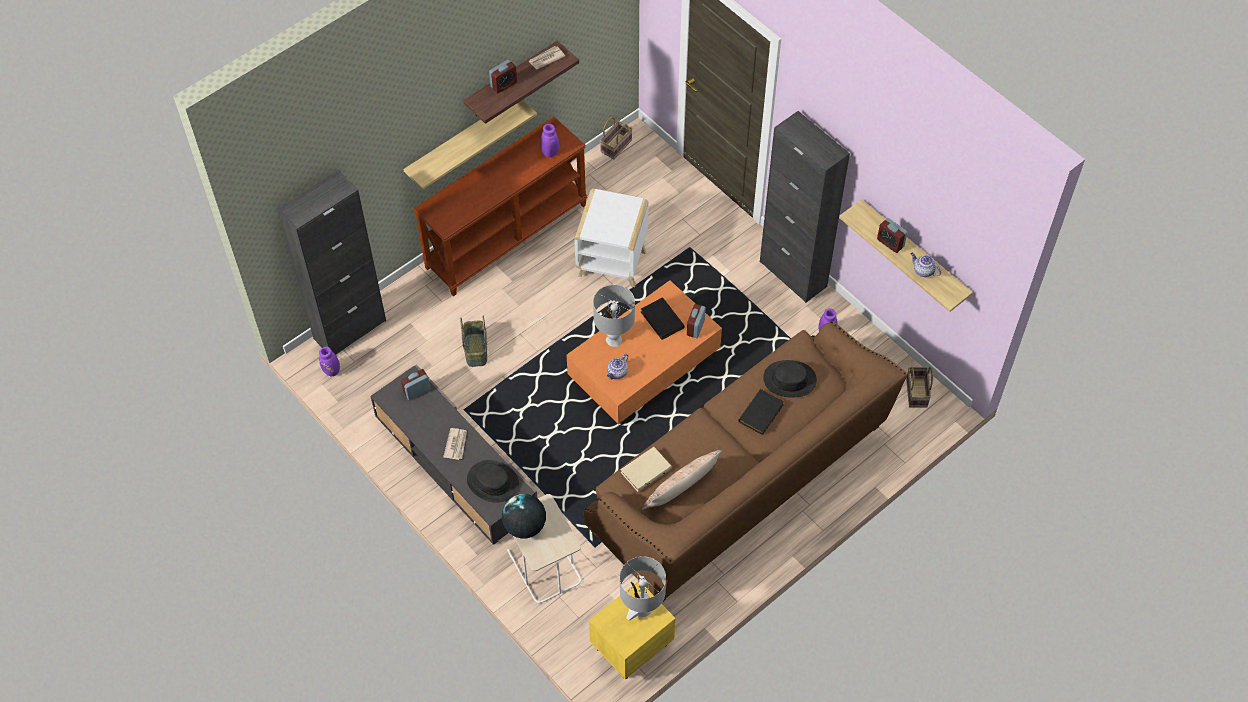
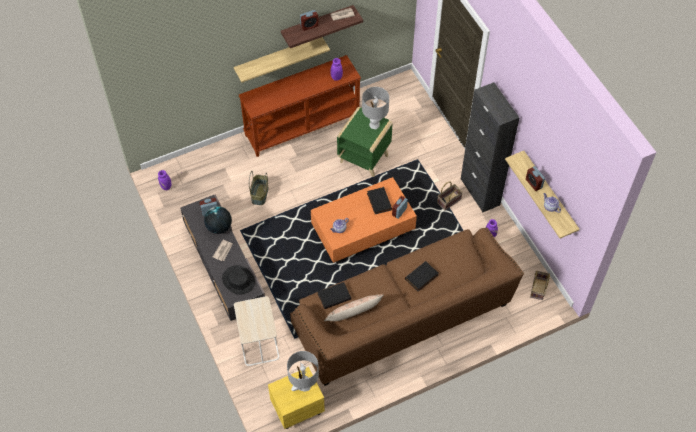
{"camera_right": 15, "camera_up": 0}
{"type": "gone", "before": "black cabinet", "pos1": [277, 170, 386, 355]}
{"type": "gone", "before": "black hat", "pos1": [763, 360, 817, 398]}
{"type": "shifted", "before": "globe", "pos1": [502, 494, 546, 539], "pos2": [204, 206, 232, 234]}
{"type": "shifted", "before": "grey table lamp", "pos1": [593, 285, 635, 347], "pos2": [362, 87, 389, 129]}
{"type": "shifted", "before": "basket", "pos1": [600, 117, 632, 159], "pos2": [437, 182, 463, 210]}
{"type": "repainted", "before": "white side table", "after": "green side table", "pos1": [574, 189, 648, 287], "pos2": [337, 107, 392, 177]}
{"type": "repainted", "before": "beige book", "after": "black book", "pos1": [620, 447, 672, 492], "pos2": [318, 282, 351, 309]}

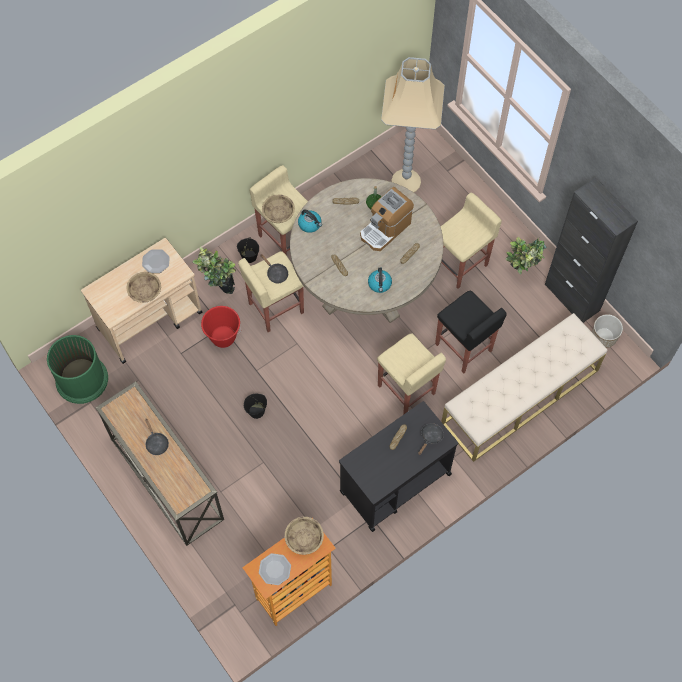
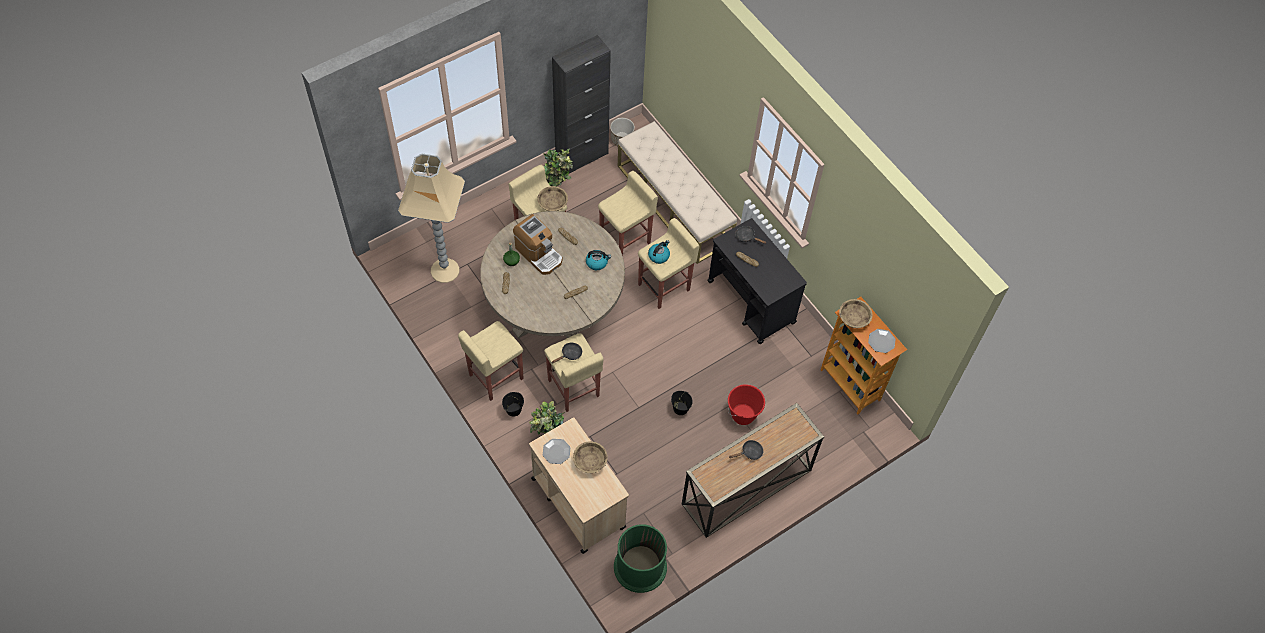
{"camera_right": -90, "camera_up": -5}
{"type": "shifted", "before": "red bucket", "pos1": [201, 306, 241, 348], "pos2": [728, 384, 765, 425]}
{"type": "shifted", "before": "beige bowl", "pos1": [262, 194, 295, 223], "pos2": [538, 186, 568, 211]}
{"type": "shifted", "before": "kettle", "pos1": [298, 210, 322, 233], "pos2": [648, 240, 670, 264]}
{"type": "repainted", "before": "black stool", "after": "beige stool", "pos1": [435, 291, 507, 374], "pos2": [598, 171, 658, 256]}

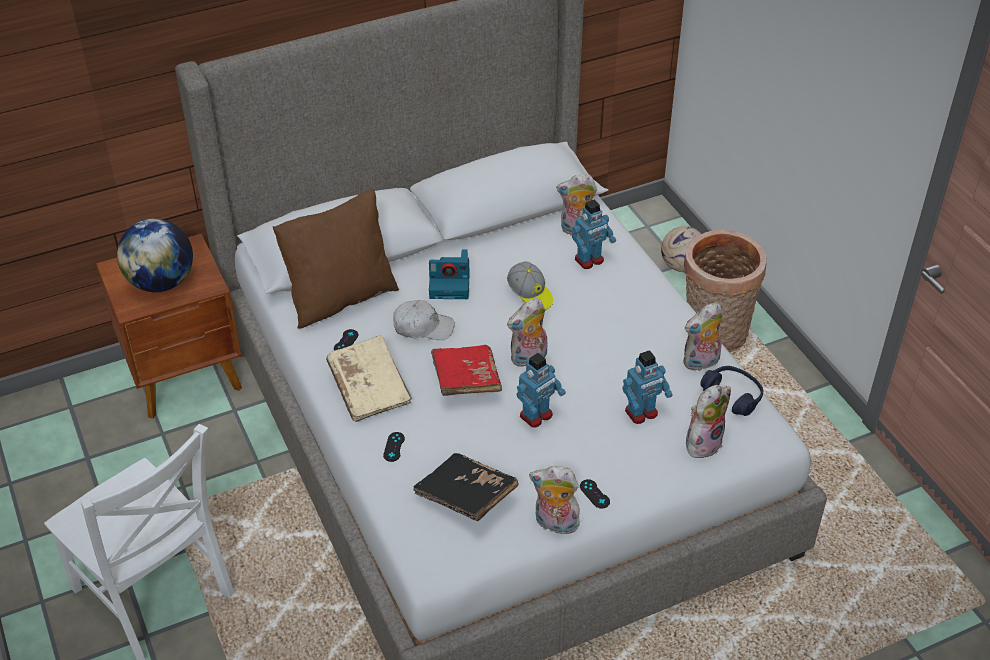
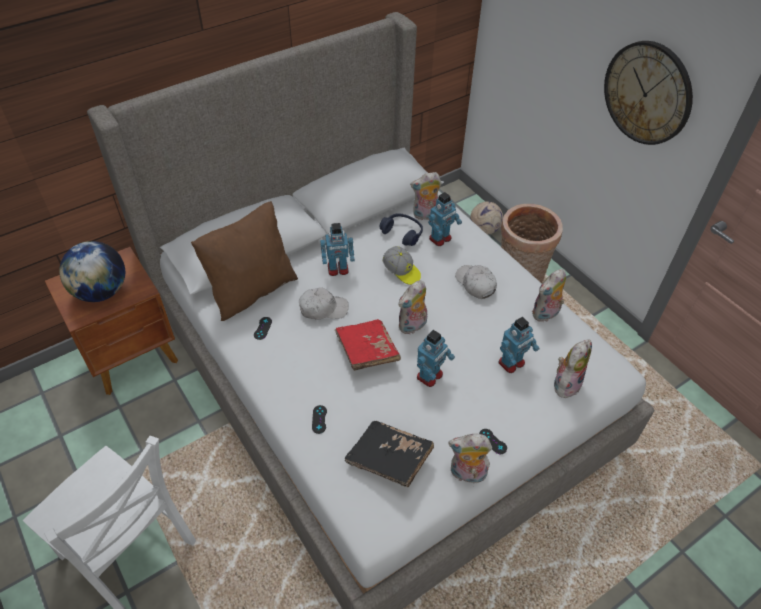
{"camera_right": -10, "camera_up": 5}
{"type": "gone", "before": "beige book", "pos1": [326, 335, 412, 422]}
{"type": "new", "after": "white cap", "pos2": [455, 265, 497, 299]}
{"type": "new", "after": "wall clock", "pos2": [604, 41, 693, 145]}
{"type": "shifted", "before": "blue headphones", "pos1": [700, 366, 763, 416], "pos2": [379, 213, 423, 246]}
{"type": "swapped", "before": "photo camera", "after": "toy robot", "pos1": [429, 250, 470, 299], "pos2": [321, 223, 355, 276]}

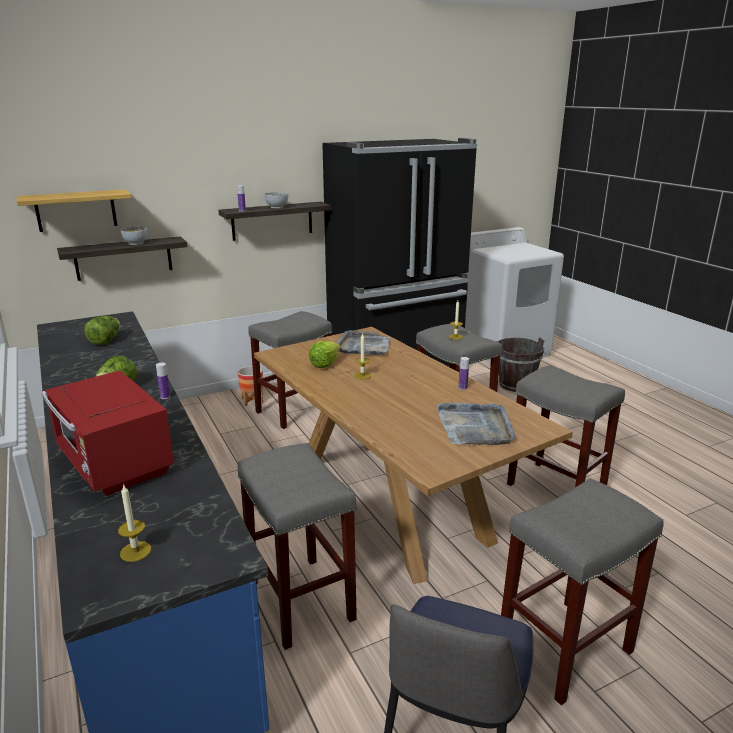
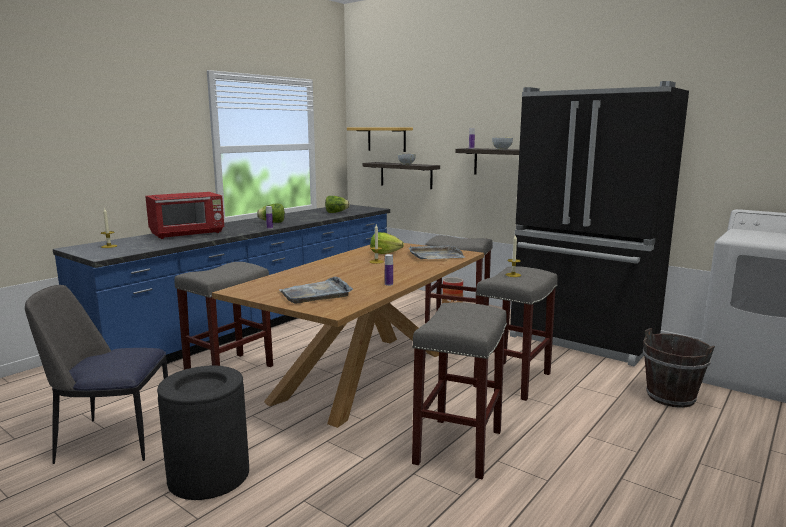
{"camera_right": 65, "camera_up": -10}
{"type": "swapped", "before": "grey stool", "after": "black trash can", "pos1": [501, 478, 663, 705], "pos2": [157, 365, 249, 500]}
{"type": "rotated", "before": "red microwave", "pos1": [42, 370, 174, 496], "pos2": [145, 192, 224, 239], "turn": -150}

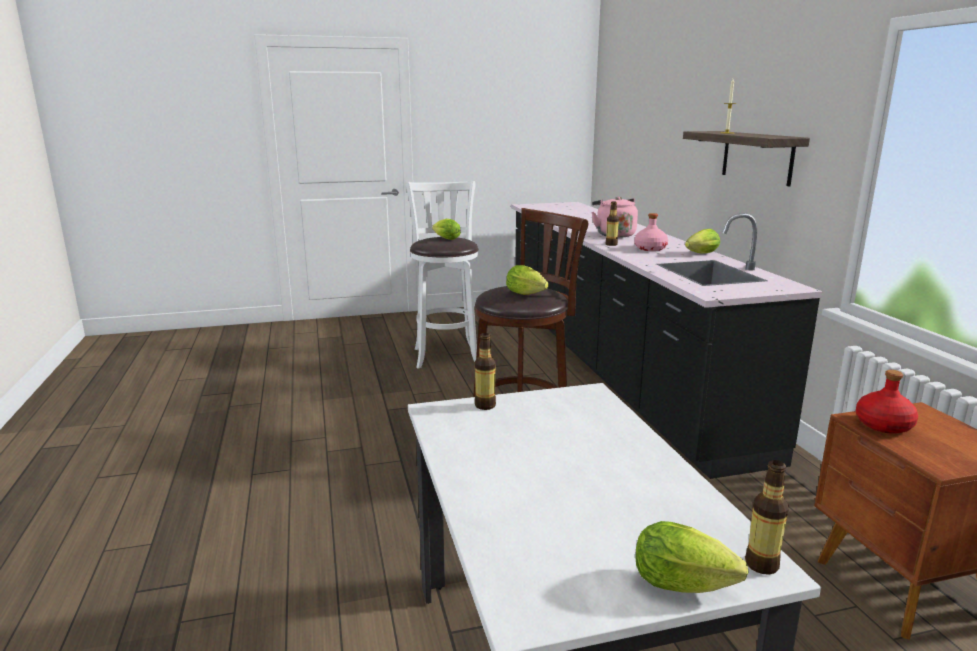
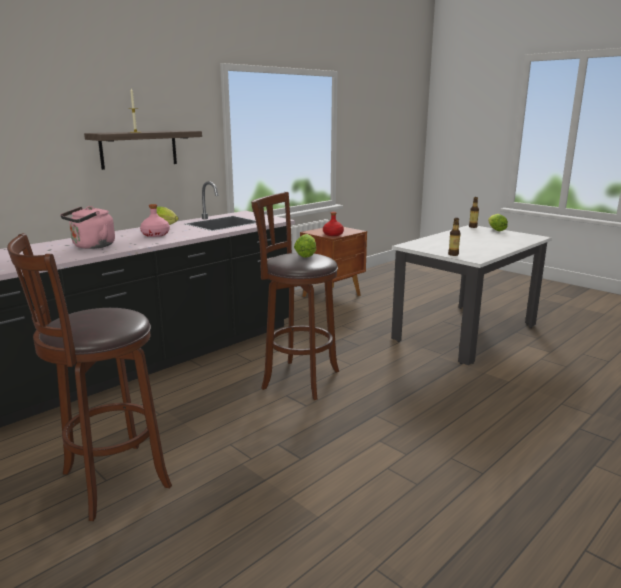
{"camera_right": -120, "camera_up": 0}
{"type": "gone", "before": "lettuce", "pos1": [432, 219, 461, 240]}
{"type": "gone", "before": "bottle", "pos1": [605, 201, 619, 246]}
{"type": "repainted", "before": "white stool", "after": "brown stool", "pos1": [406, 181, 478, 369], "pos2": [7, 233, 172, 521]}

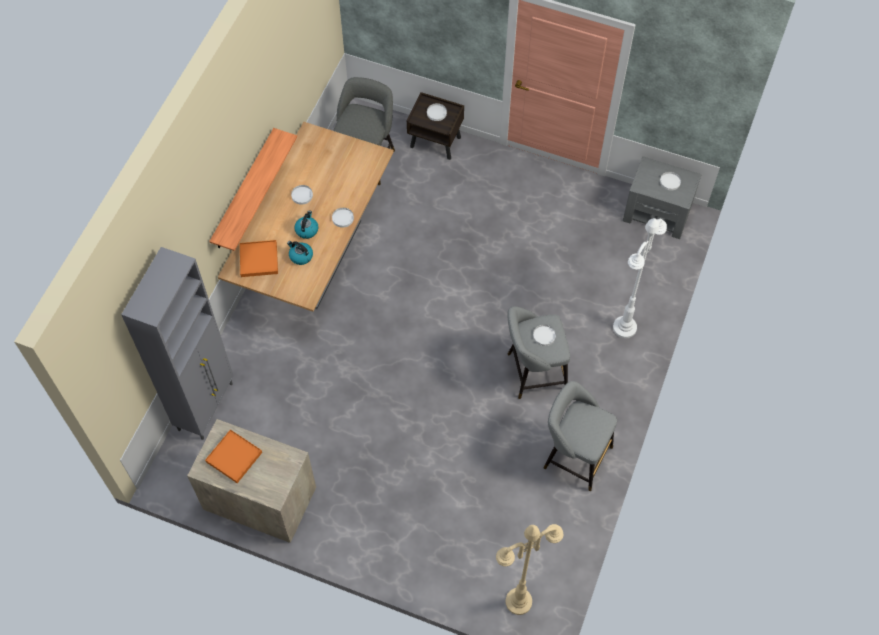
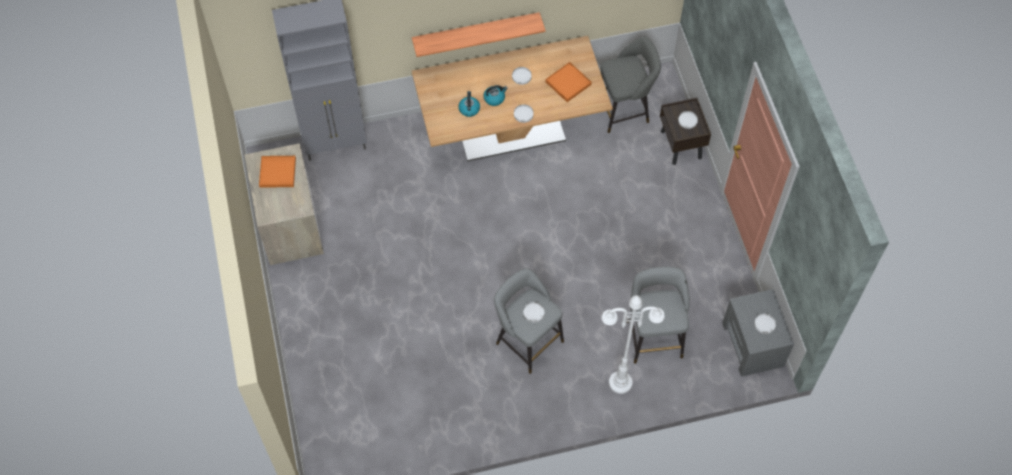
{"camera_right": 55, "camera_up": 0}
{"type": "gone", "before": "beige floor lamp", "pos1": [496, 524, 563, 615]}
{"type": "shifted", "before": "orange tray", "pos1": [240, 240, 278, 277], "pos2": [545, 62, 592, 102]}
{"type": "shifted", "before": "grey stool", "pos1": [544, 381, 617, 491], "pos2": [627, 267, 690, 364]}

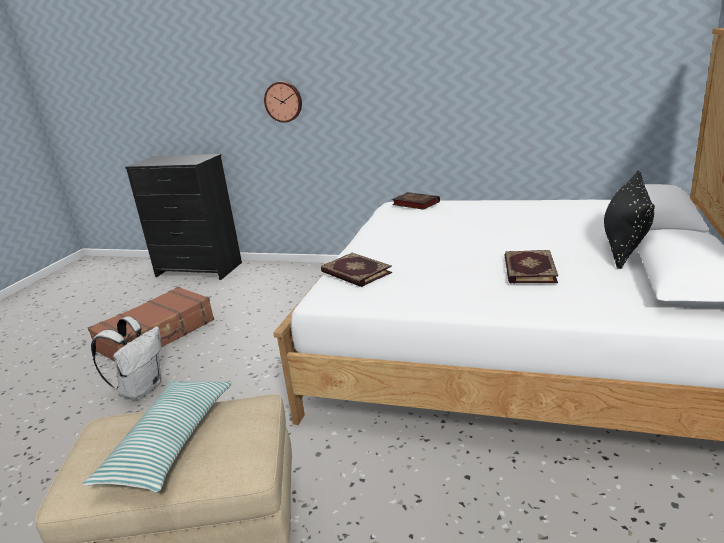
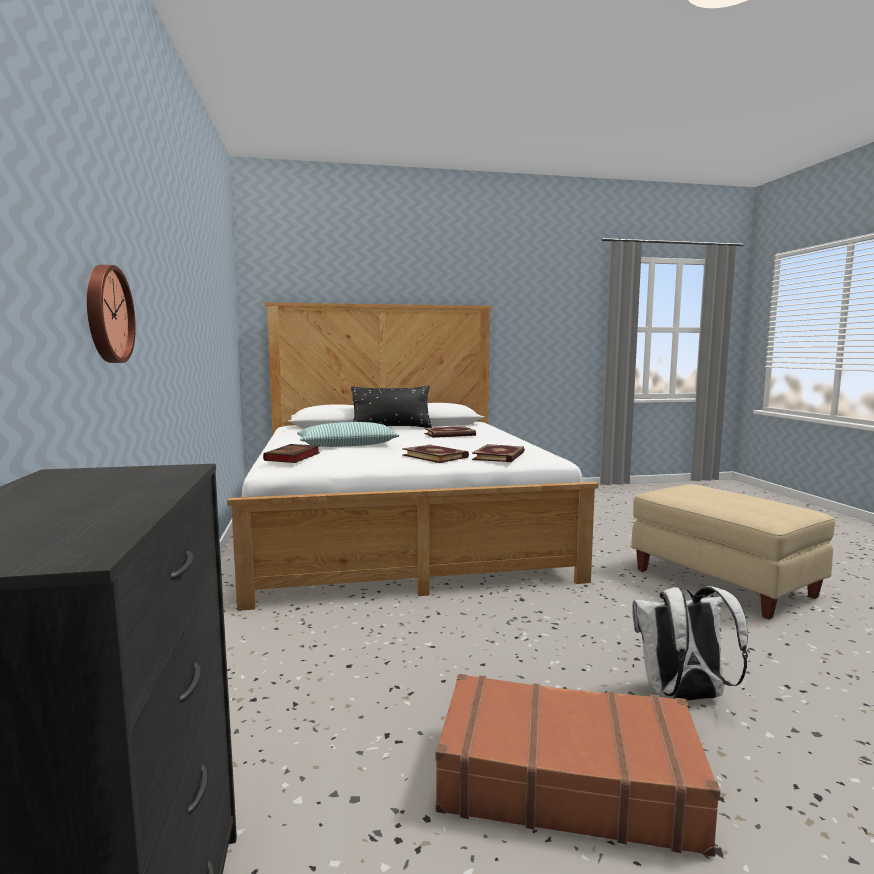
{"camera_right": -120, "camera_up": -15}
{"type": "new", "after": "book", "pos2": [402, 445, 469, 463]}
{"type": "shifted", "before": "pillow", "pos1": [83, 380, 232, 492], "pos2": [297, 422, 400, 447]}

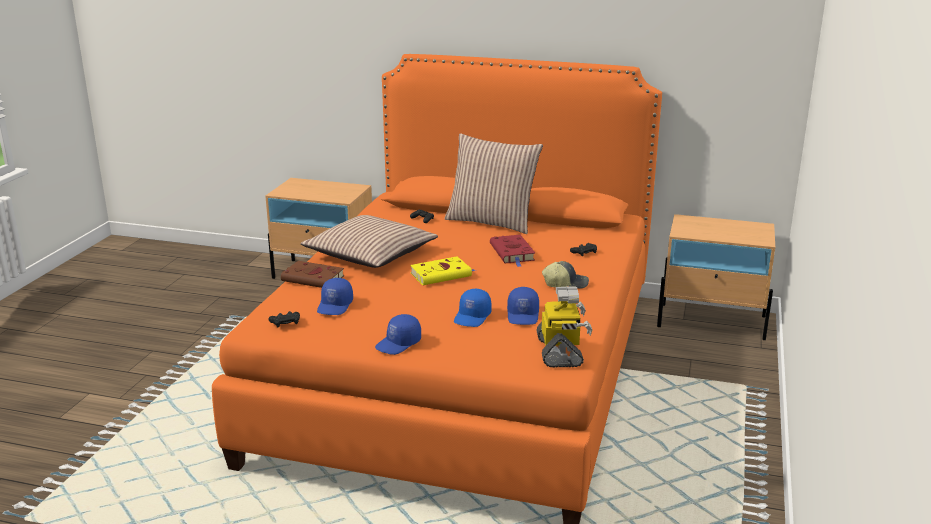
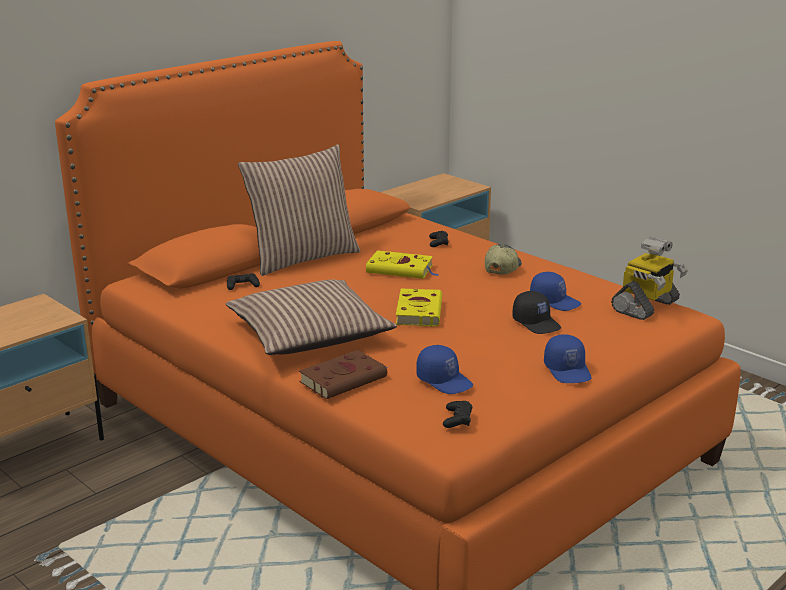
{"camera_right": -60, "camera_up": 0}
{"type": "repainted", "before": "blue cap", "after": "black cap", "pos1": [454, 289, 492, 327], "pos2": [512, 291, 561, 334]}
{"type": "repainted", "before": "red book", "after": "yellow book", "pos1": [490, 235, 535, 267], "pos2": [366, 250, 439, 279]}
{"type": "rotated", "before": "toy robot", "pos1": [537, 286, 592, 367], "pos2": [611, 237, 688, 320], "turn": 105}

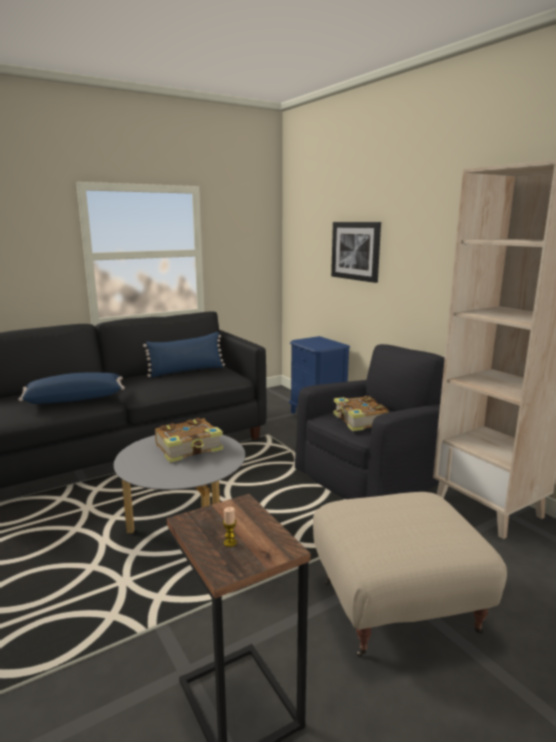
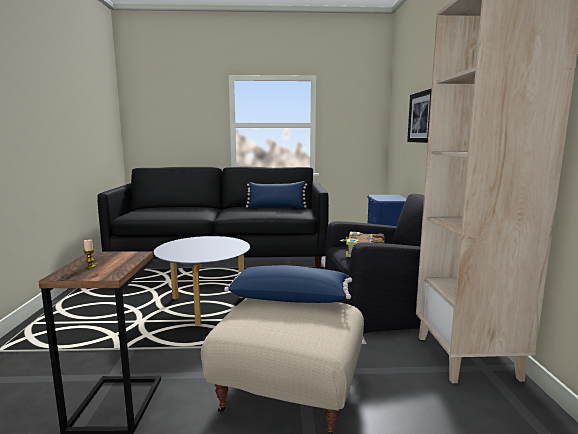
{"camera_right": 30, "camera_up": -5}
{"type": "gone", "before": "book", "pos1": [155, 418, 223, 463]}
{"type": "shifted", "before": "blue pillow", "pos1": [18, 373, 125, 404], "pos2": [224, 265, 352, 303]}

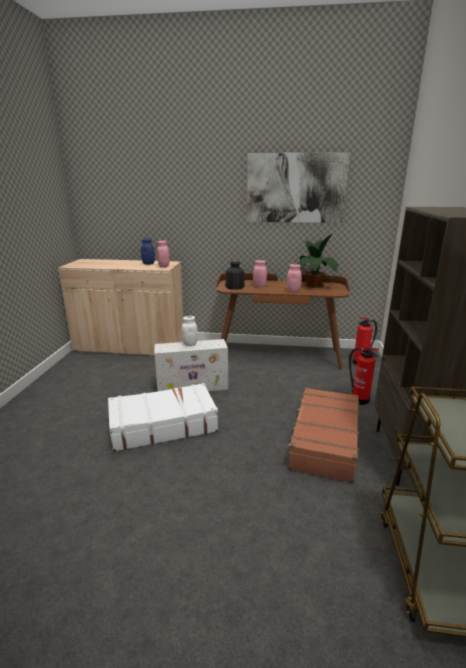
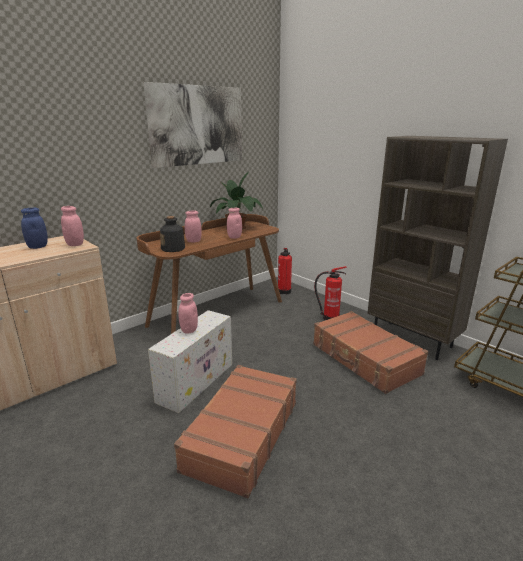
{"camera_right": -50, "camera_up": 0}
{"type": "repainted", "before": "white suitcase", "after": "brown suitcase", "pos1": [108, 383, 218, 452], "pos2": [174, 365, 297, 498]}
{"type": "repainted", "before": "white jar", "after": "pink jar", "pos1": [182, 316, 198, 346], "pos2": [178, 293, 198, 334]}

